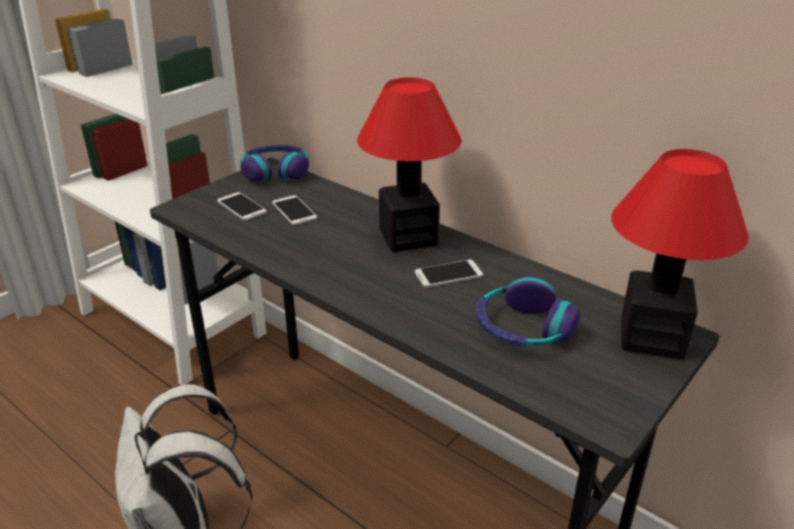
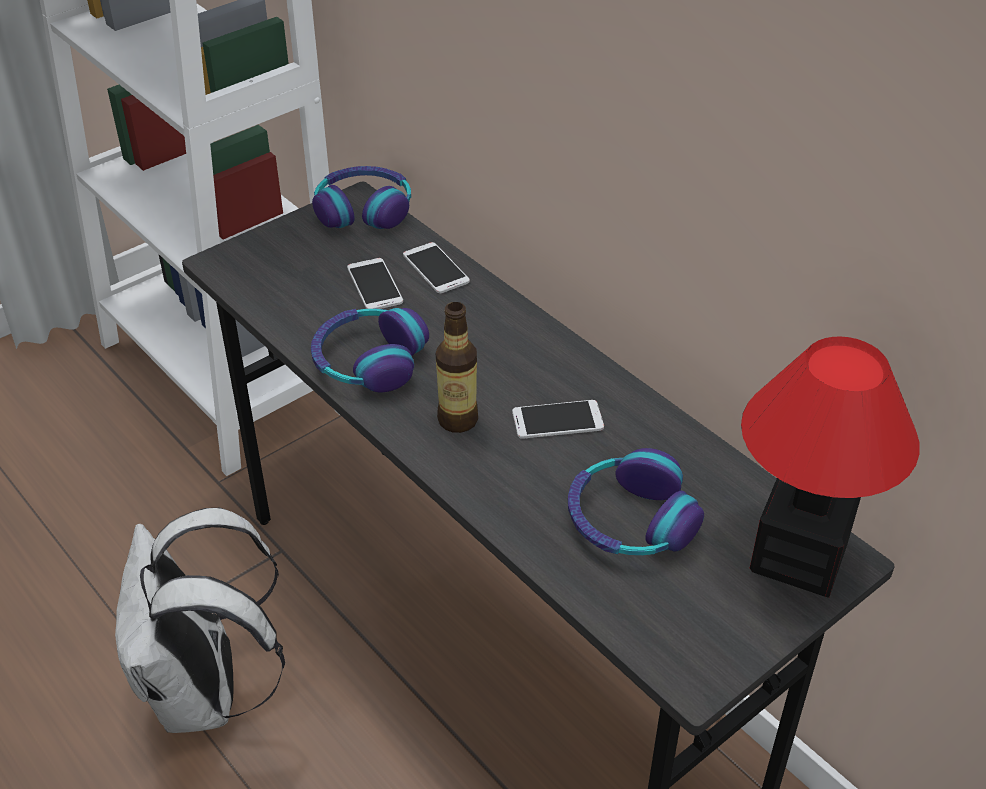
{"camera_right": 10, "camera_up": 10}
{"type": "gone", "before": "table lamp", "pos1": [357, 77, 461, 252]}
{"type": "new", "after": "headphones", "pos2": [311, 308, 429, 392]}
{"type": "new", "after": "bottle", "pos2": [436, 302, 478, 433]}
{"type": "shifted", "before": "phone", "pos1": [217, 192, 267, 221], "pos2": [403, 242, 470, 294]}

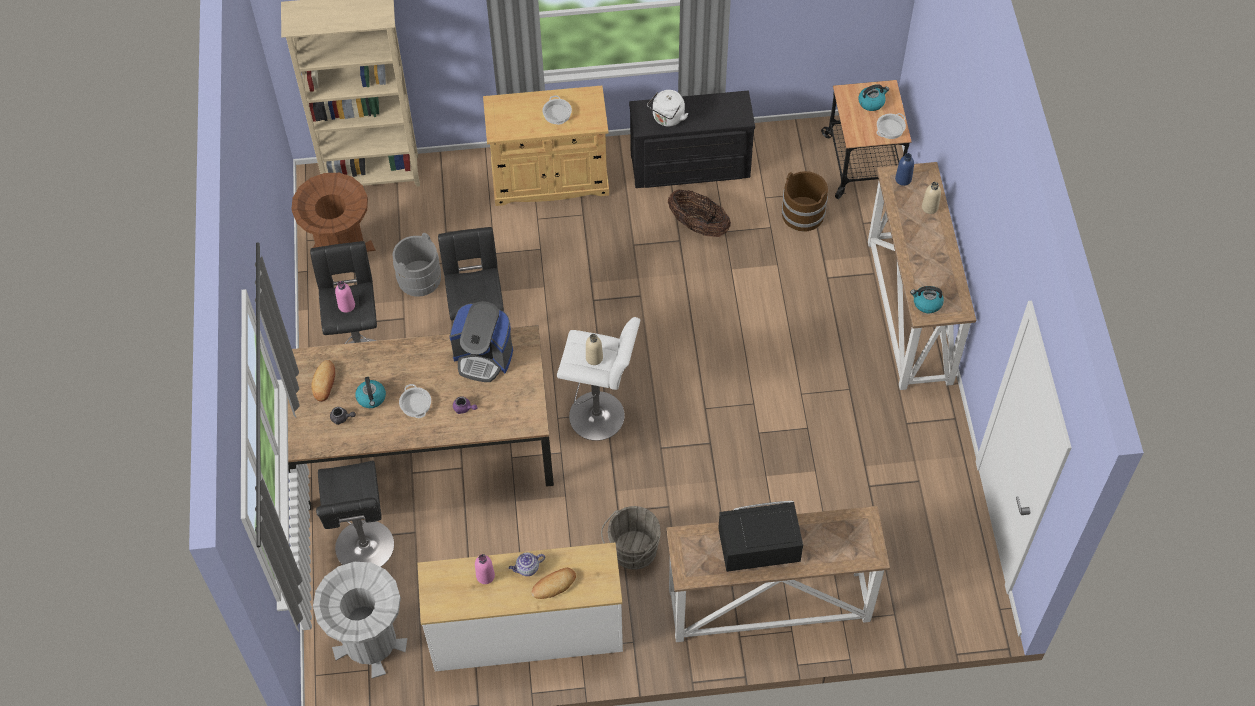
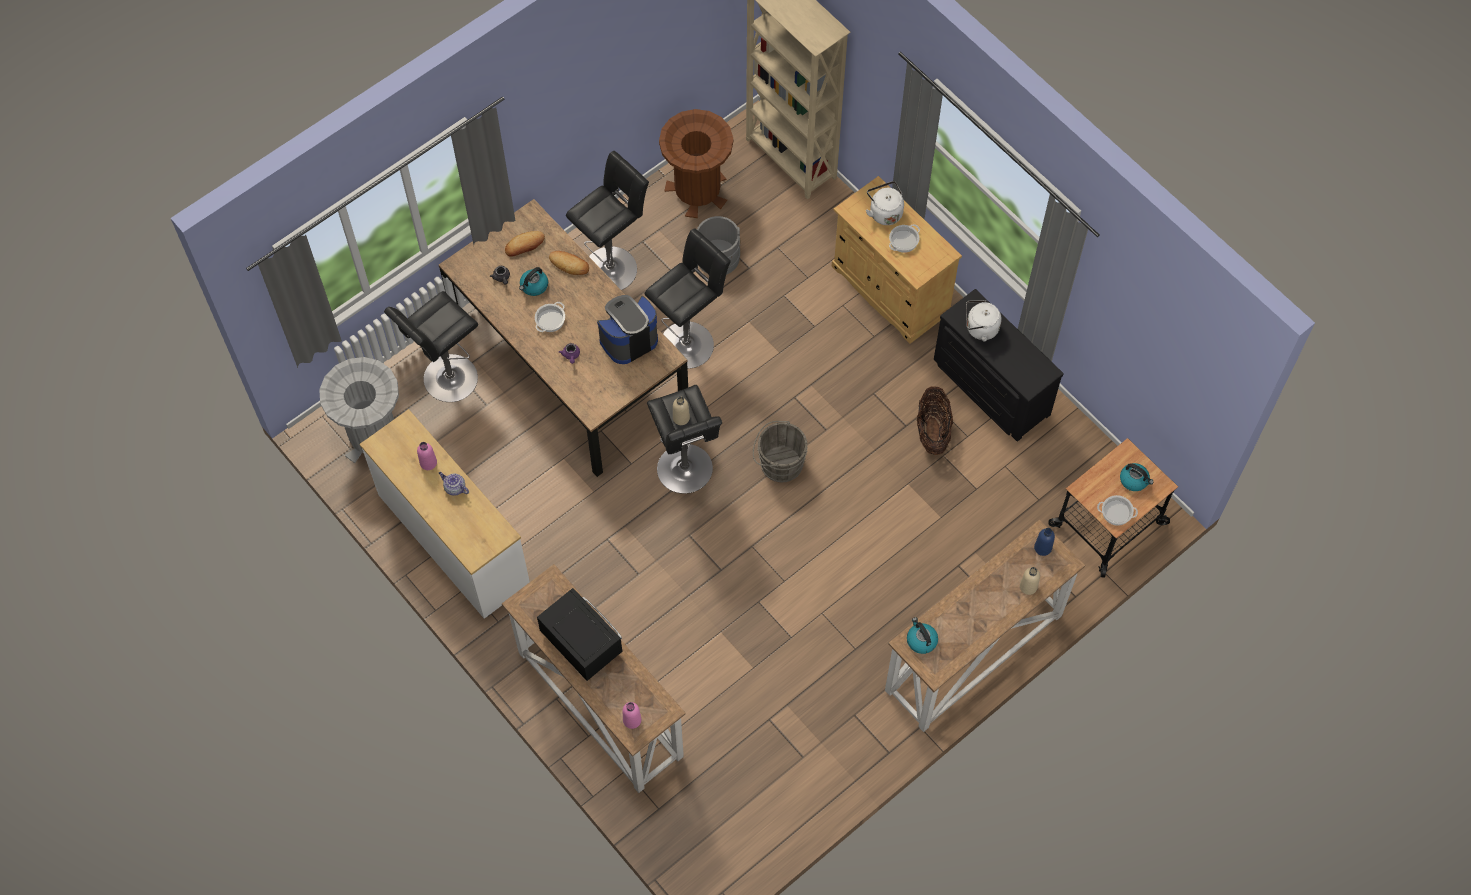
{"camera_right": 55, "camera_up": 5}
{"type": "gone", "before": "brown bucket", "pos1": [782, 171, 828, 232]}
{"type": "new", "after": "white kettle", "pos2": [866, 181, 904, 225]}
{"type": "shifted", "before": "pink bottle", "pos1": [335, 281, 355, 313], "pos2": [623, 702, 641, 729]}
{"type": "shifted", "before": "bread", "pos1": [531, 568, 576, 599], "pos2": [549, 251, 589, 275]}
{"type": "shifted", "before": "grey bucket", "pos1": [601, 506, 661, 570], "pos2": [753, 421, 808, 482]}
{"type": "repainted", "before": "white stool", "after": "black stool", "pos1": [557, 317, 640, 441], "pos2": [647, 385, 722, 494]}
{"type": "rotated", "before": "coffee machine", "pos1": [449, 301, 513, 382], "pos2": [597, 295, 658, 364], "turn": 75}

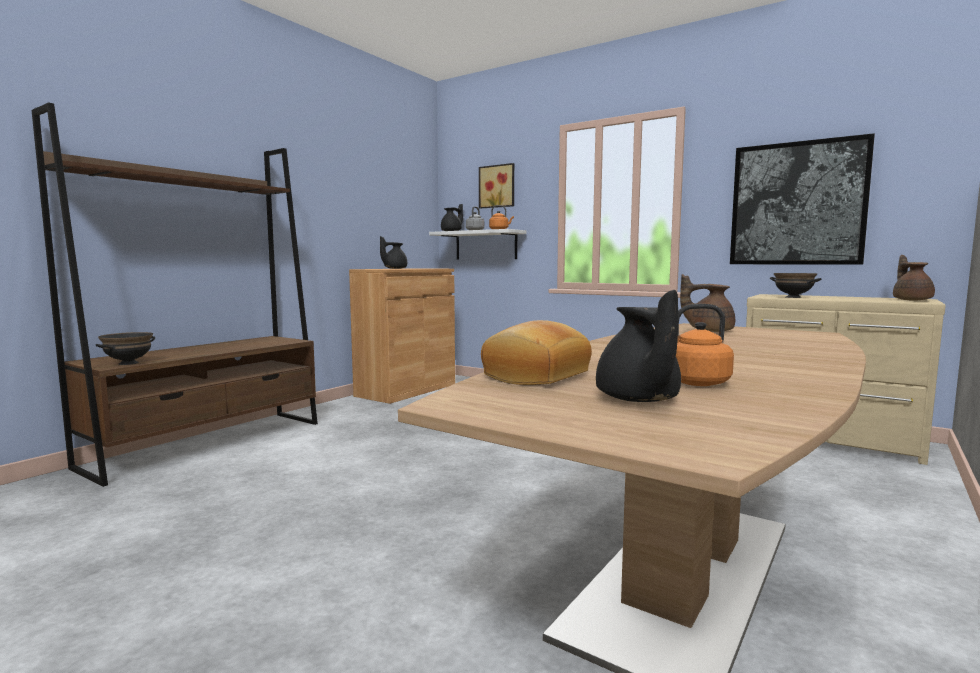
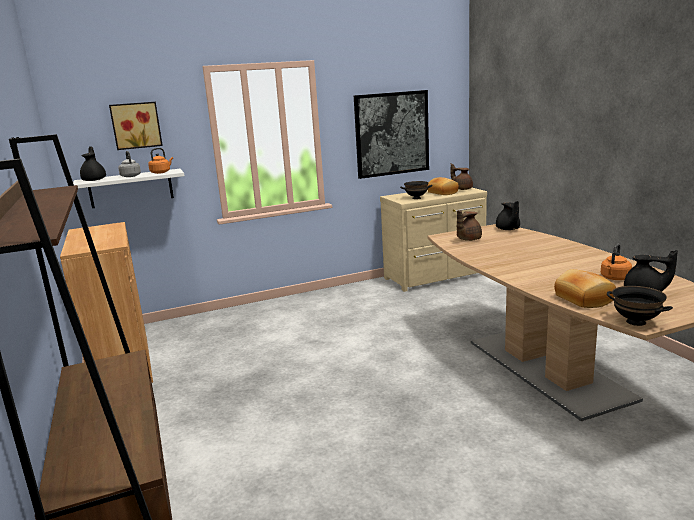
{"camera_right": -55, "camera_up": 10}
{"type": "new", "after": "bread", "pos2": [427, 177, 459, 195]}
{"type": "shifted", "before": "black bowl", "pos1": [96, 332, 155, 365], "pos2": [607, 286, 673, 326]}
{"type": "shifted", "before": "black teapot", "pos1": [380, 236, 407, 269], "pos2": [496, 201, 520, 230]}

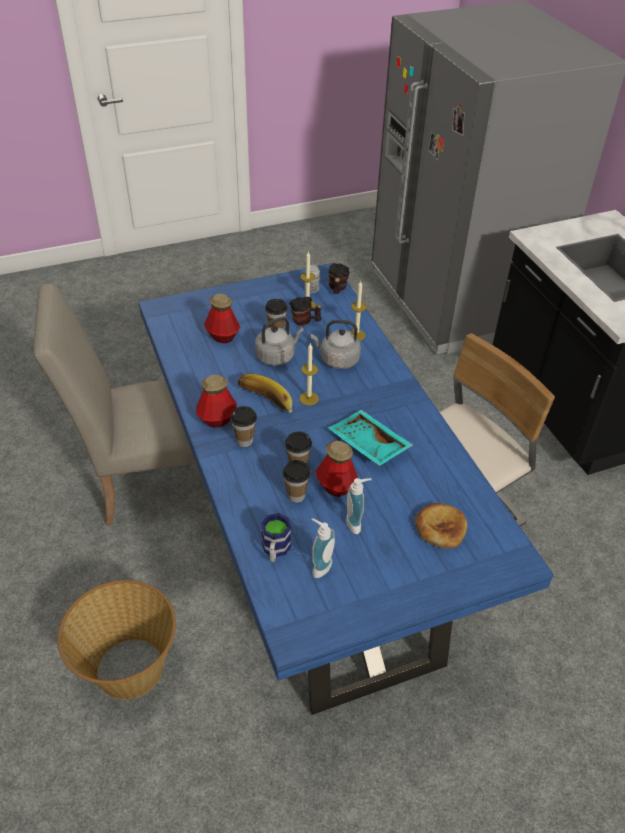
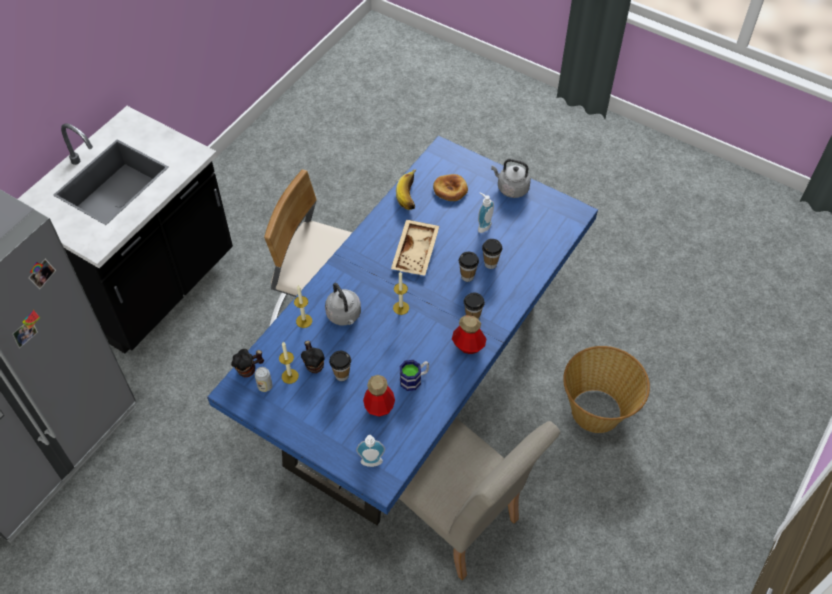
{"camera_right": -125, "camera_up": 10}
{"type": "gone", "before": "bottle", "pos1": [316, 440, 358, 497]}
{"type": "shifted", "before": "banana", "pos1": [238, 373, 292, 413], "pos2": [396, 169, 416, 210]}
{"type": "shifted", "before": "grey kettle", "pos1": [255, 317, 304, 366], "pos2": [491, 159, 531, 198]}
{"type": "shifted", "before": "mug", "pos1": [261, 513, 291, 562], "pos2": [400, 360, 429, 391]}
{"type": "shifted", "before": "soap dispenser", "pos1": [312, 518, 335, 578], "pos2": [356, 435, 385, 467]}
{"type": "repainted", "before": "turquoise tray", "after": "beige tray", "pos1": [328, 410, 413, 466], "pos2": [391, 220, 440, 276]}

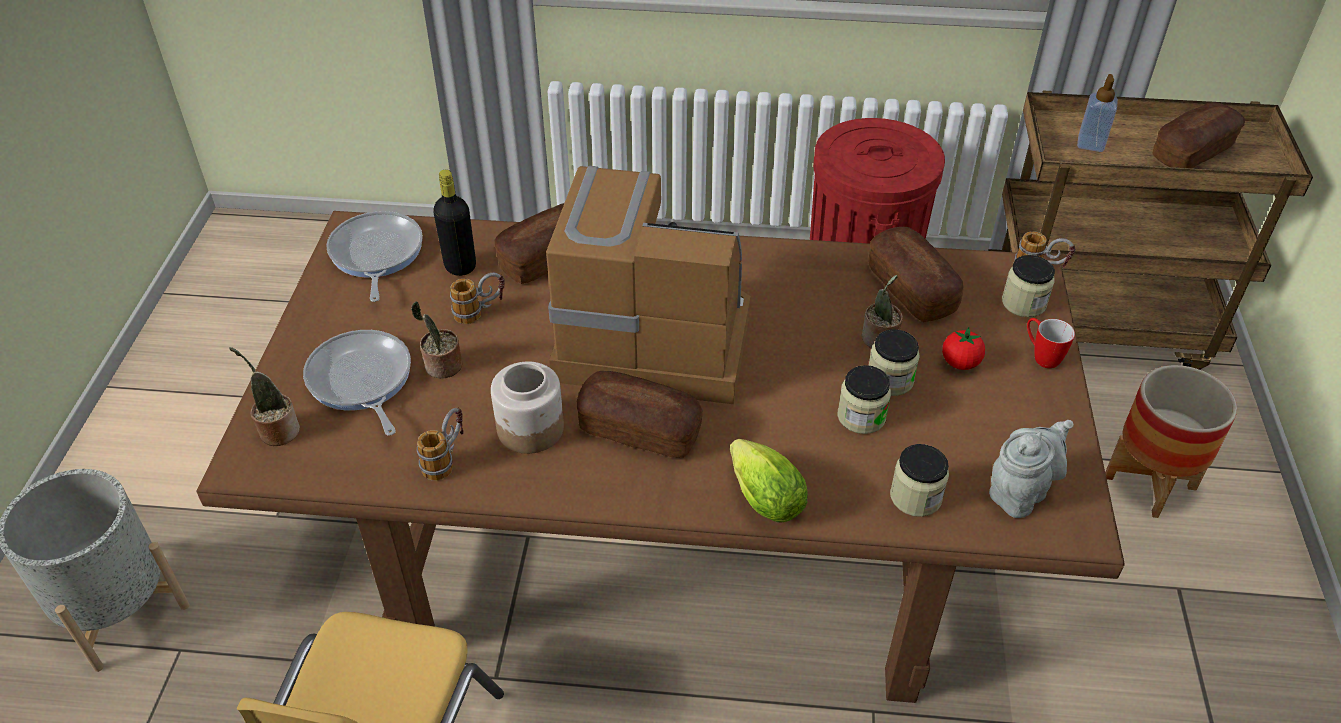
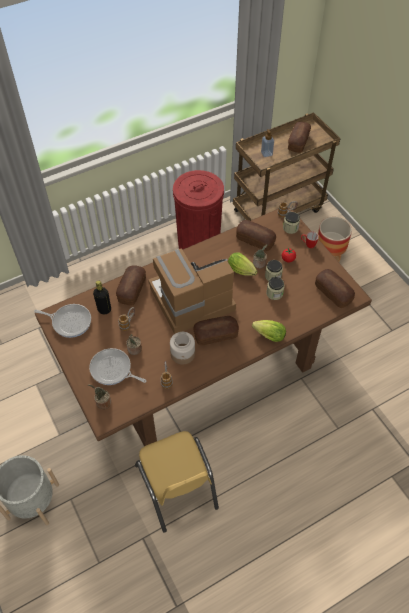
{"camera_right": -35, "camera_up": 10}
{"type": "gone", "before": "jar", "pos1": [890, 444, 949, 517]}
{"type": "new", "after": "lettuce", "pos2": [228, 253, 257, 276]}
{"type": "swapped", "before": "grey teapot", "after": "bread", "pos1": [989, 420, 1074, 518], "pos2": [315, 269, 355, 308]}
{"type": "rotated", "before": "frying pan", "pos1": [326, 211, 423, 302], "pos2": [34, 304, 91, 338], "turn": 150}

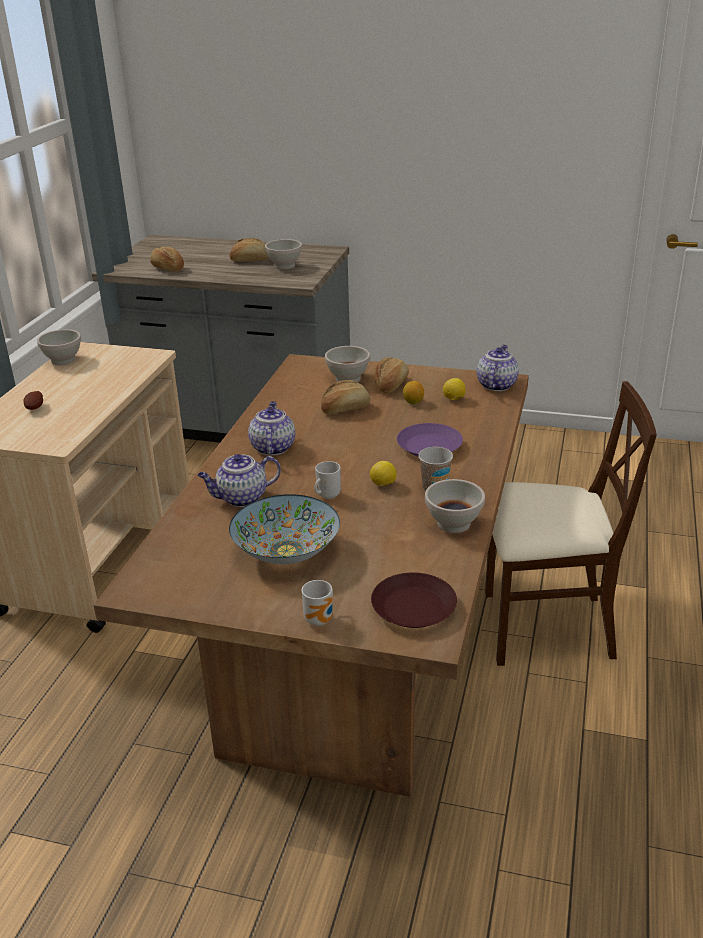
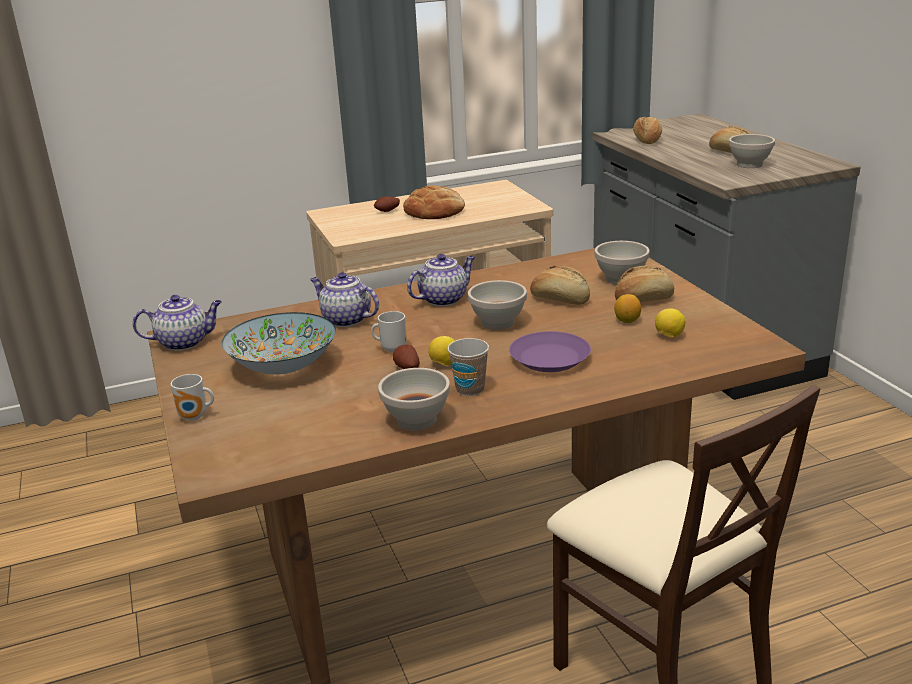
{"camera_right": 55, "camera_up": -5}
{"type": "gone", "before": "brown plate", "pos1": [371, 572, 457, 628]}
{"type": "new", "after": "potato", "pos2": [393, 345, 420, 369]}
{"type": "new", "after": "bread", "pos2": [403, 186, 465, 219]}
{"type": "shifted", "before": "white bowl", "pos1": [37, 329, 81, 365], "pos2": [468, 280, 527, 330]}
{"type": "shifted", "before": "teapot", "pos1": [476, 345, 519, 391], "pos2": [132, 295, 222, 351]}

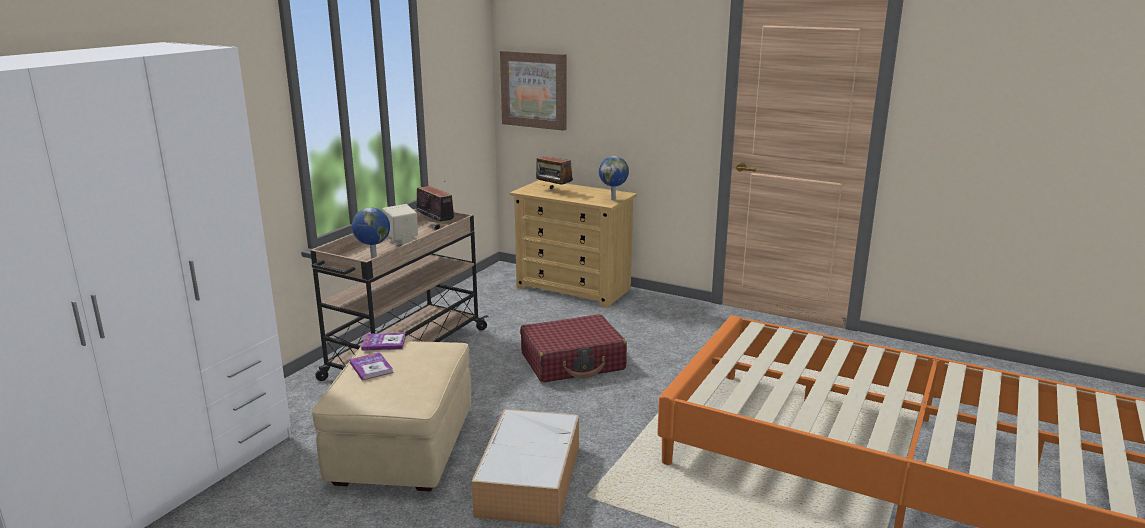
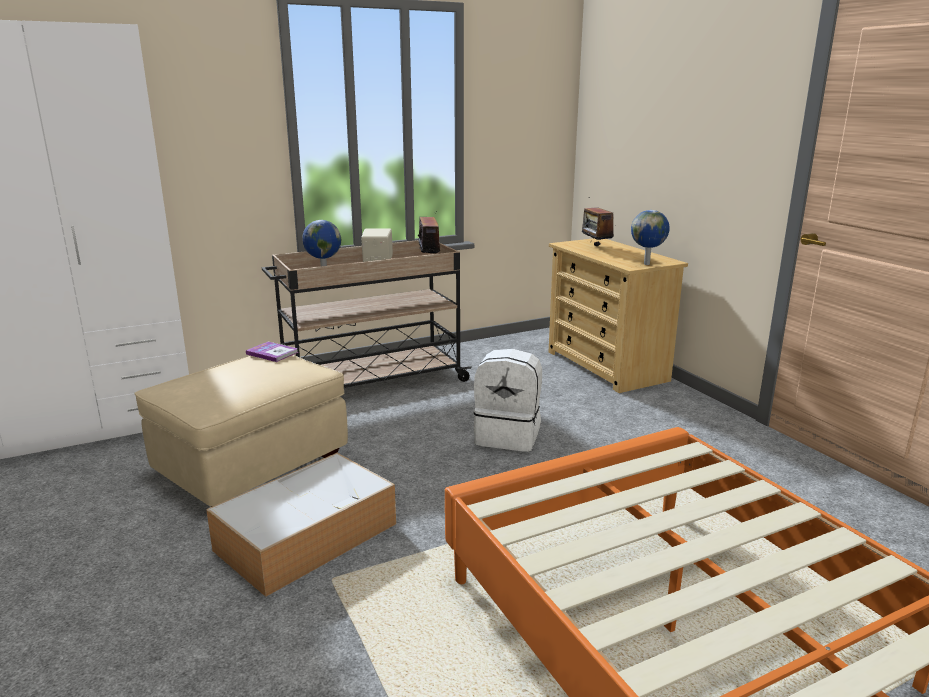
{"camera_right": 35, "camera_up": 0}
{"type": "gone", "before": "book", "pos1": [349, 352, 393, 381]}
{"type": "gone", "before": "picture", "pos1": [500, 51, 567, 131]}
{"type": "swapped", "before": "red suitcase", "after": "white backpack", "pos1": [520, 314, 627, 383], "pos2": [473, 349, 542, 452]}

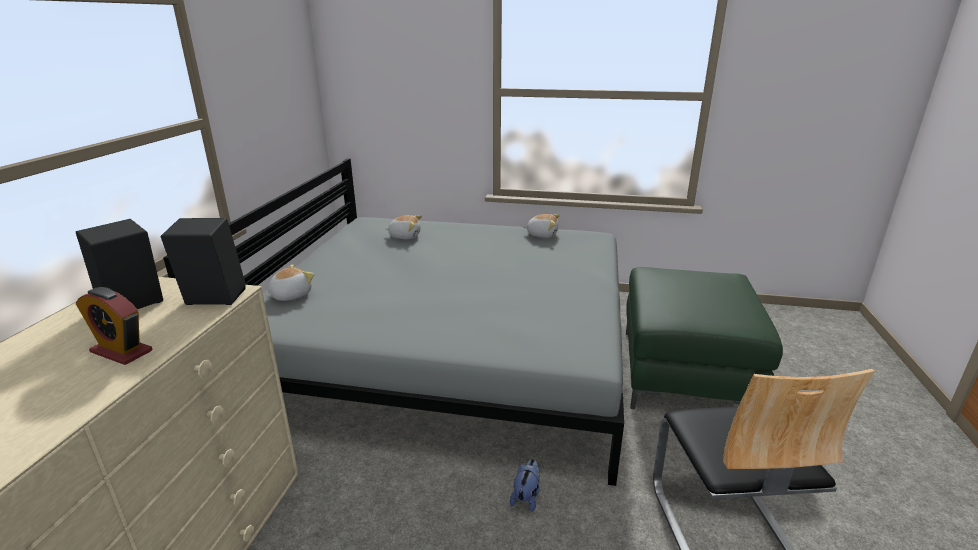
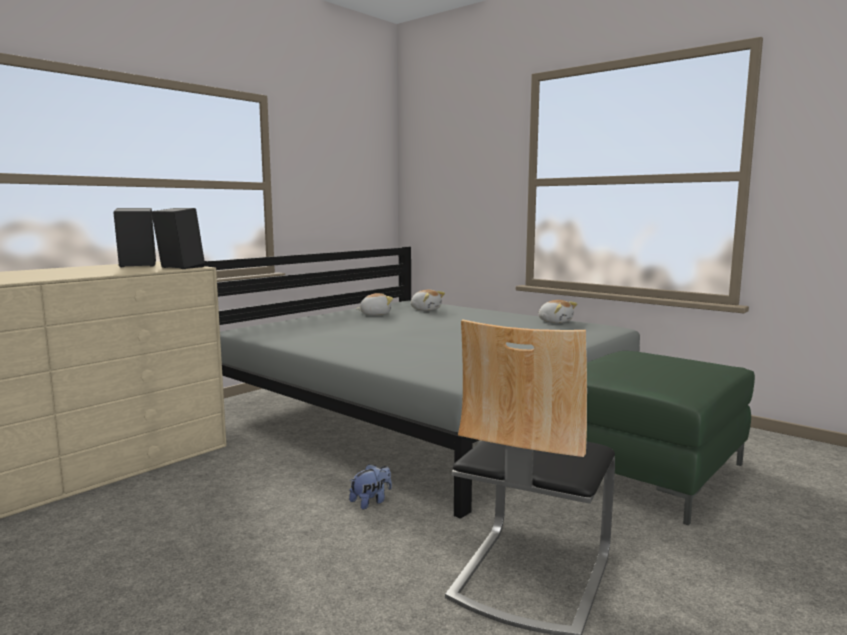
{"camera_right": 30, "camera_up": -15}
{"type": "gone", "before": "alarm clock", "pos1": [76, 287, 152, 365]}
{"type": "shifted", "before": "plush toy", "pos1": [266, 264, 314, 301], "pos2": [357, 293, 393, 315]}

